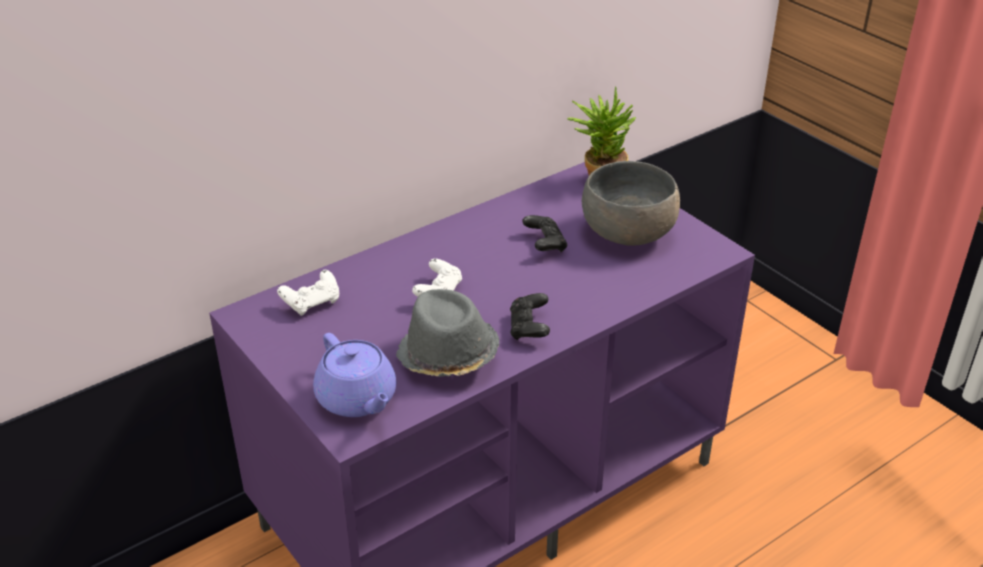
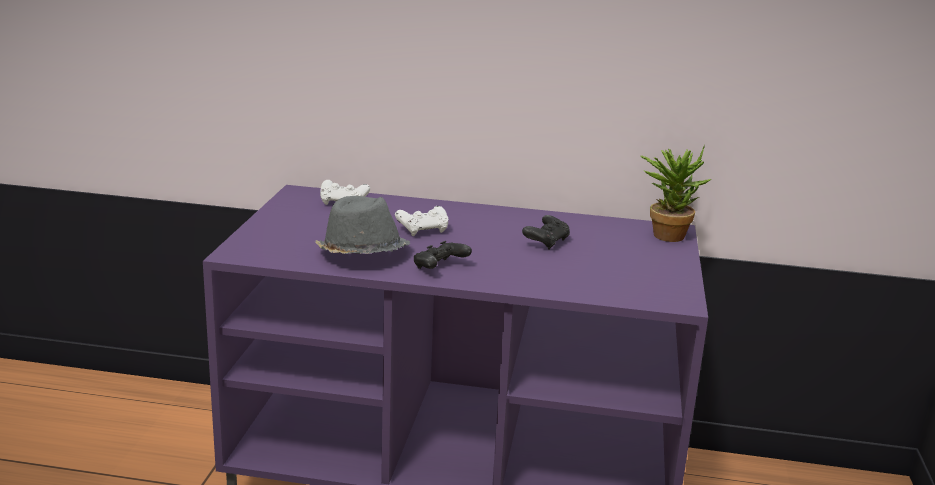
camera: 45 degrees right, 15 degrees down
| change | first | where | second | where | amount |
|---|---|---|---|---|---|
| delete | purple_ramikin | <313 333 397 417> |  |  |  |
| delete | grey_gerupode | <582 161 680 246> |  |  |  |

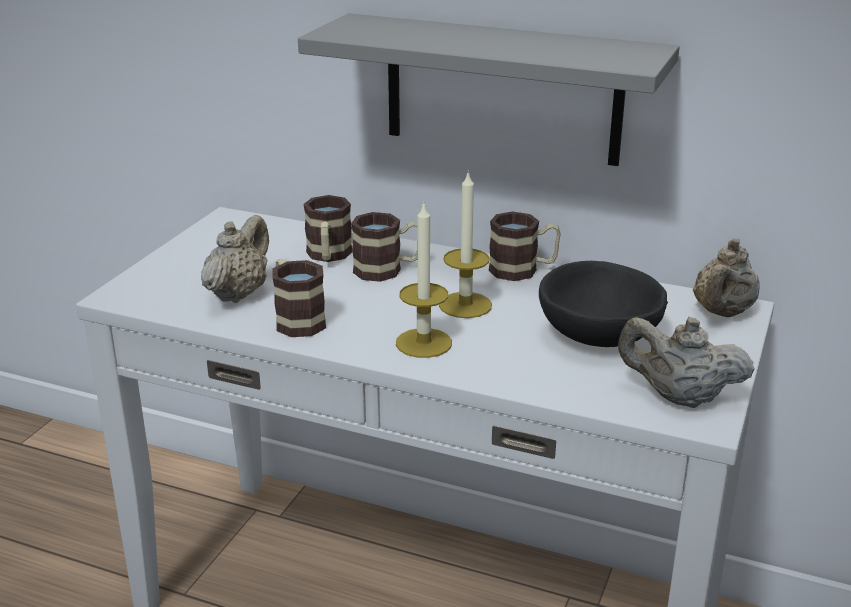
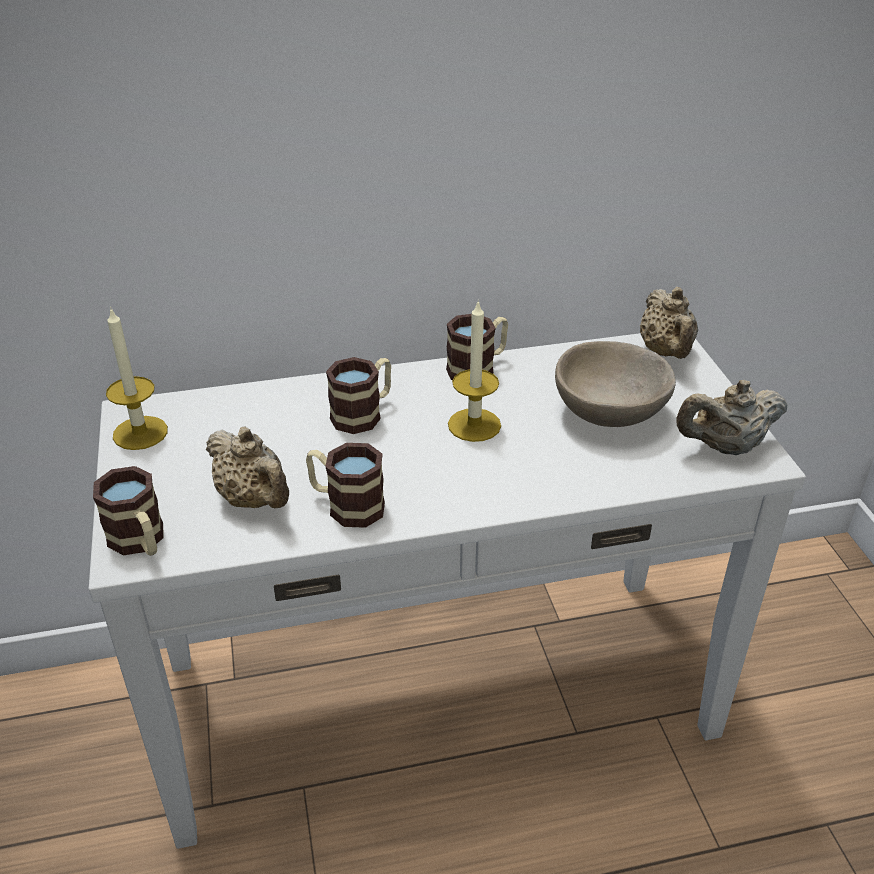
camera: 35 degrees left, 10 degrees up
| change | first | where | second | where | amount |
|---|---|---|---|---|---|
| move | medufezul | <303 195 353 262> |  | <93 466 164 556> |  |
| move | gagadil | <396 201 452 358> |  | <106 307 168 450> |  |
| rotate | beige_ramikin | <201 215 269 303> |  | <206 427 289 508> | 150 degrees clockwise |
| recolor | black_gerupode | <539 261 668 347> | beige_gerupode | <555 341 676 427> |  |
| delete | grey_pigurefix | <298 13 680 166> |  |  |  |

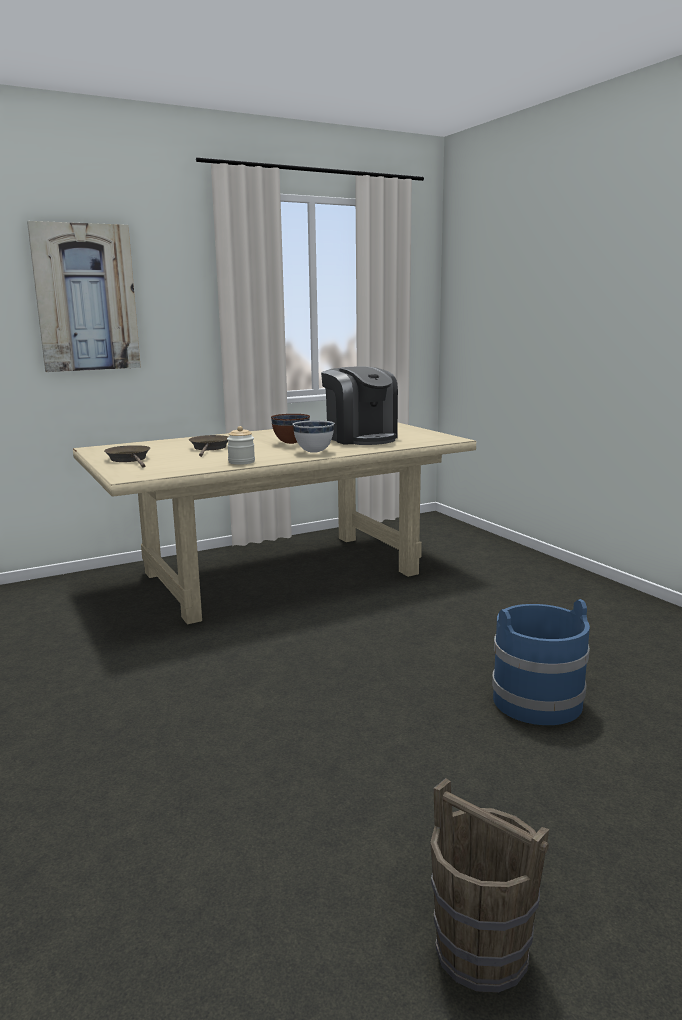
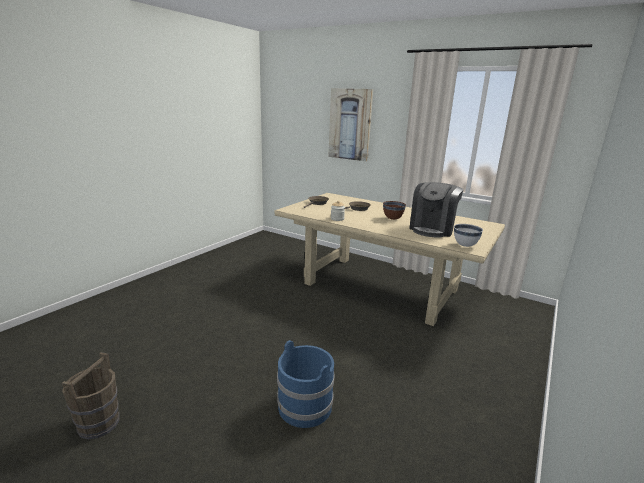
camera: 60 degrees right, 5 degrees up
| change | first | where | second | where | amount |
|---|---|---|---|---|---|
| move | white_gerupode | <293 420 334 453> |  | <454 224 483 247> |  |

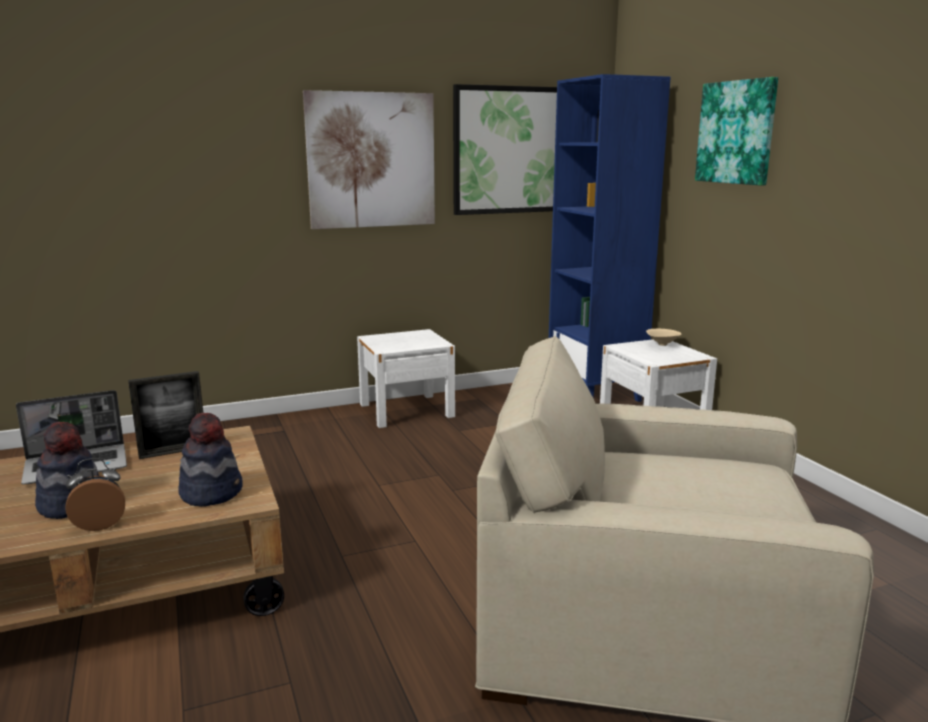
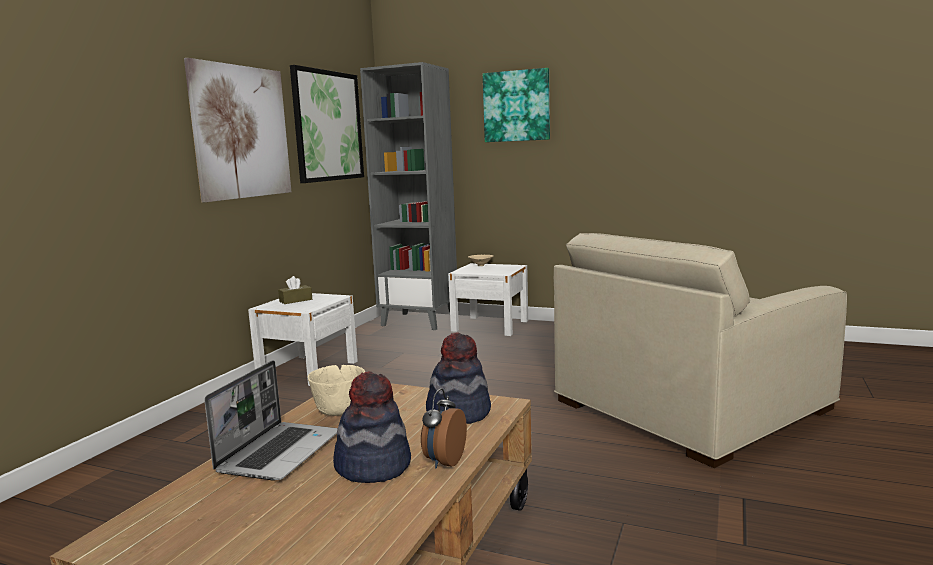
camera: 45 degrees left, 5 degrees down
| change | first | where | second | where | amount |
|---|---|---|---|---|---|
| insert |  |  | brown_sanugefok | <278 276 312 304> |  |
| replace | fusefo | <128 371 203 459> | beige_gerupode | <307 365 365 416> |  |
| recolor | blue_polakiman | <549 74 671 402> | grey_polakiman | <360 62 457 330> |  |

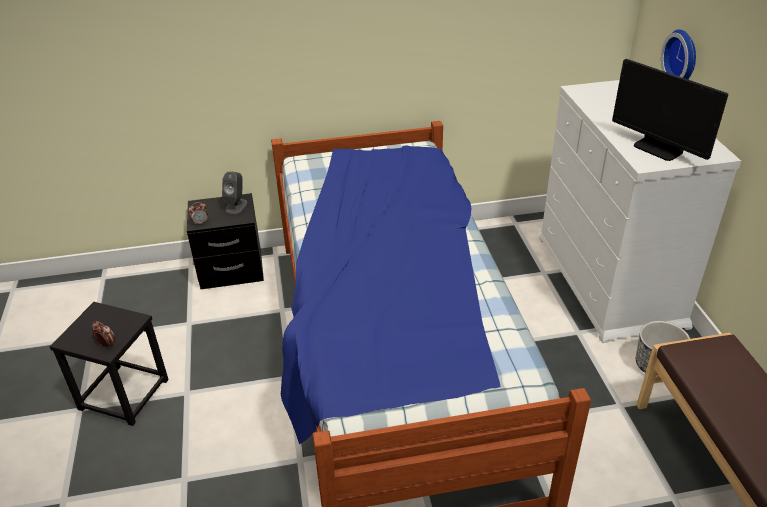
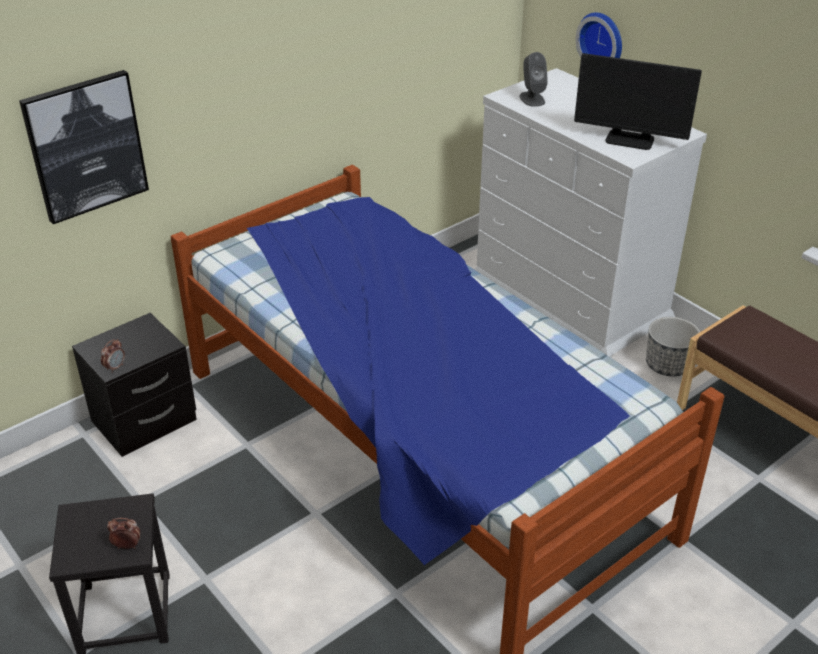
camera: 30 degrees left, 0 degrees up
| change | first | where | second | where | amount |
|---|---|---|---|---|---|
| insert |  |  | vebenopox | <19 70 149 224> |  |
| move | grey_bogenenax | <222 171 248 214> |  | <519 52 548 107> |  |

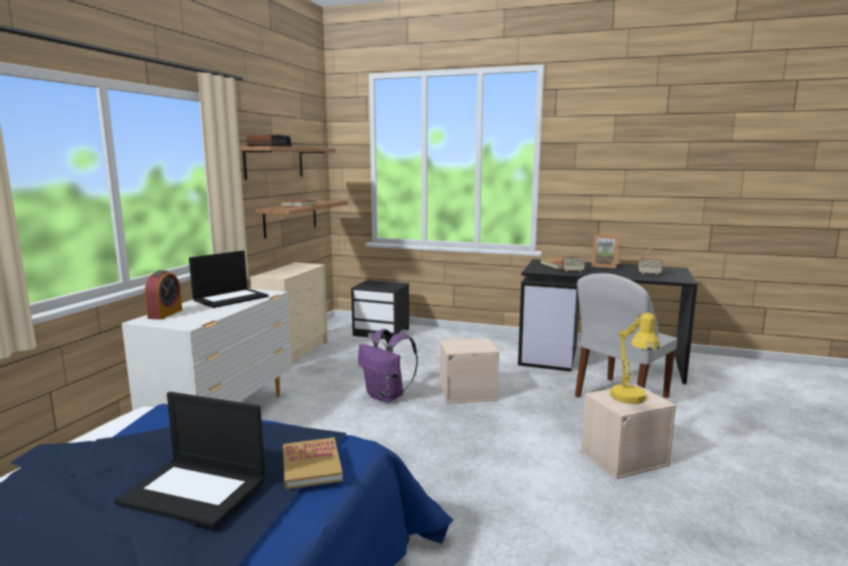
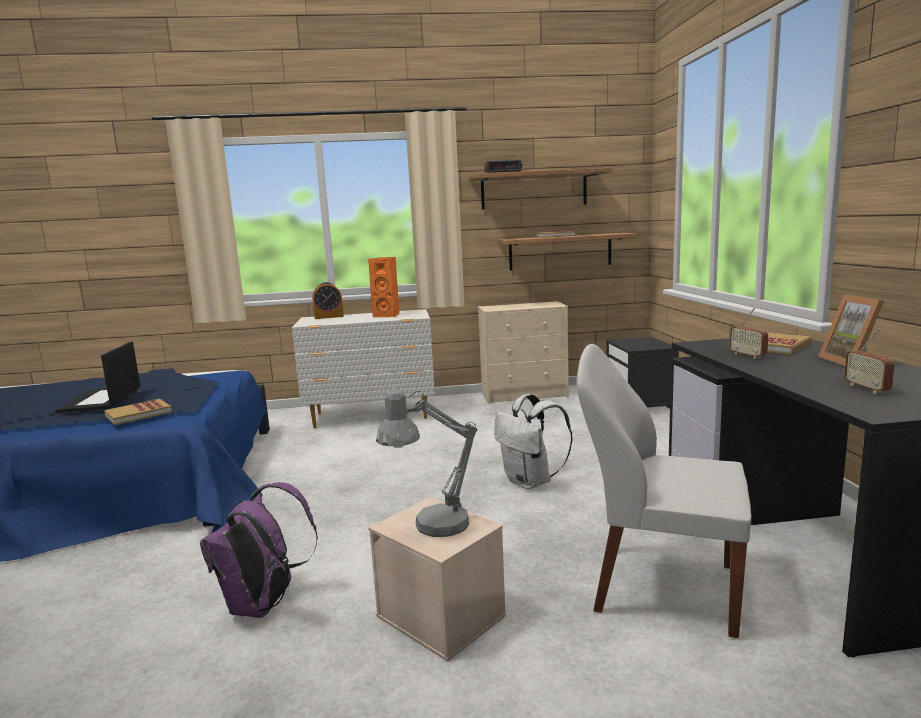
camera: 65 degrees right, 0 degrees up
| change | first | where | second | where | amount |
|---|---|---|---|---|---|
| move | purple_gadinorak | <358 329 418 402> |  | <200 482 318 618> |  |
| replace | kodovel | <189 250 269 308> | orange_bogenenax | <368 257 400 317> |  |
| recolor | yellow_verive | <610 313 661 404> | grey_verive | <376 388 478 537> |  |
| replace | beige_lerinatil | <440 338 499 404> | white_gadinorak | <494 394 572 490> |  |

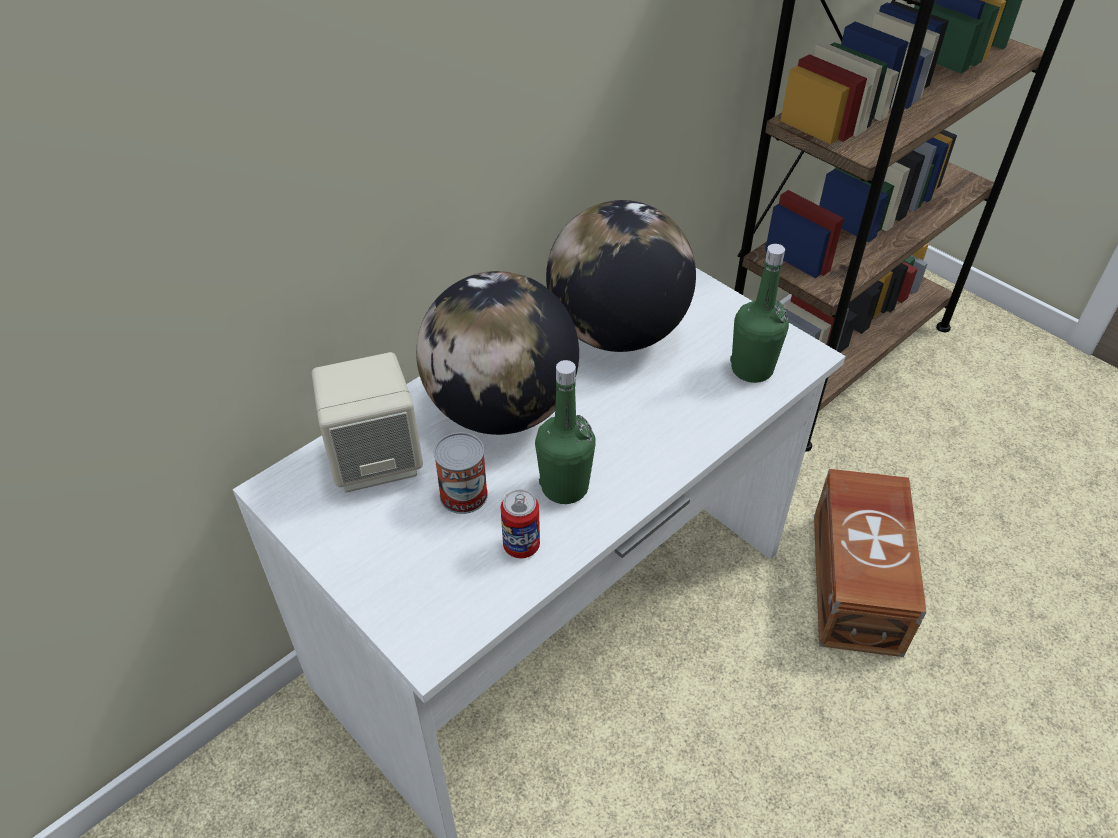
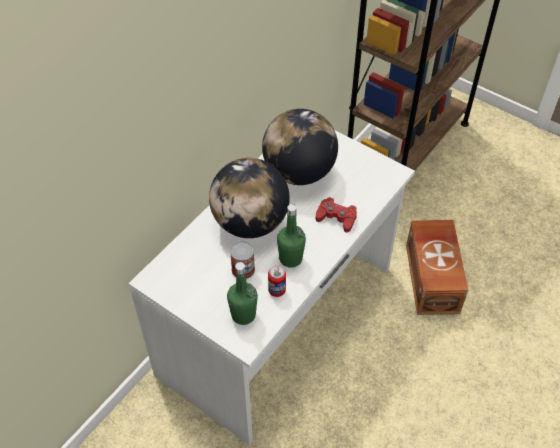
camera: 10 degrees left, 5 degrees up
| change | first | where | second | where | amount |
|---|---|---|---|---|---|
| move | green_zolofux | <730 244 789 383> |  | <227 262 258 325> |  |
| insert |  |  | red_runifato | <316 197 357 233> |  |
| delete | beige_bogenenax | <312 352 423 492> |  |  |  |

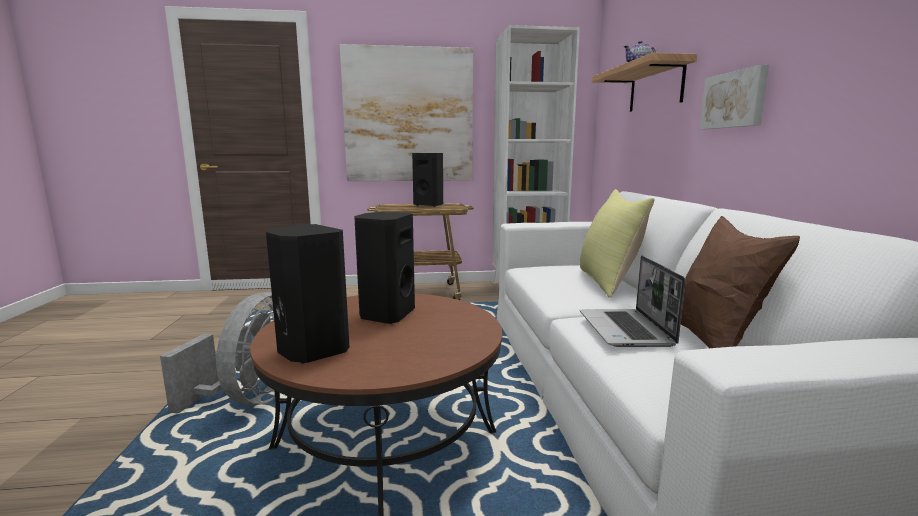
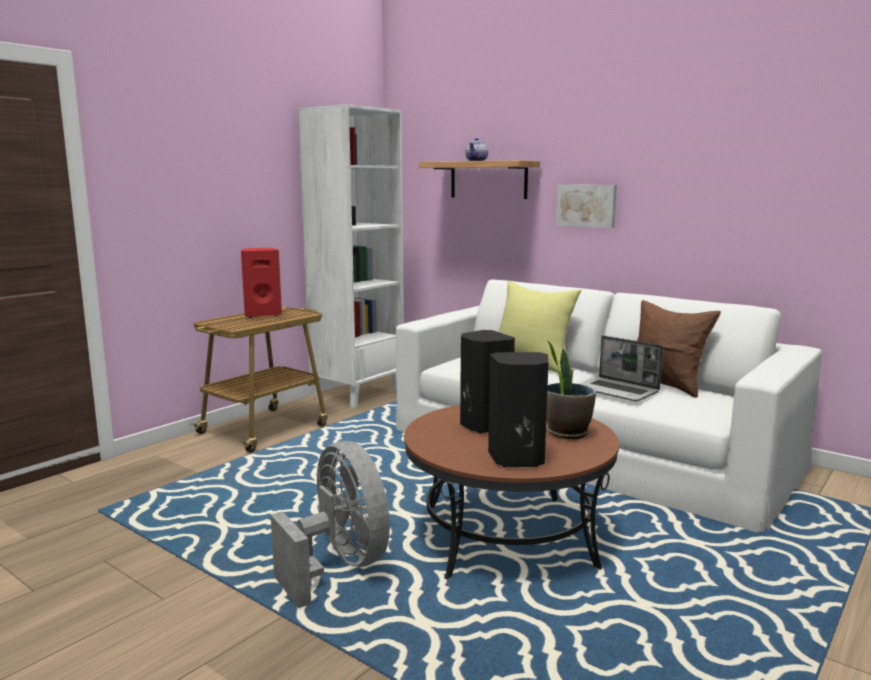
camera: 45 degrees left, 0 degrees up
| change | first | where | second | where | amount |
|---|---|---|---|---|---|
| recolor | black_bogenenax | <412 153 443 207> | red_bogenenax | <241 248 282 317> |  |
| insert |  |  | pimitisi | <546 341 596 439> |  |
| delete | vebenopox | <340 44 473 181> |  |  |  |

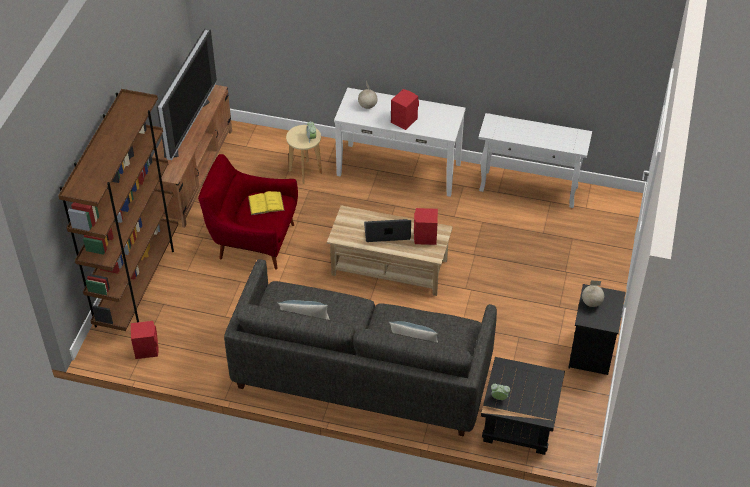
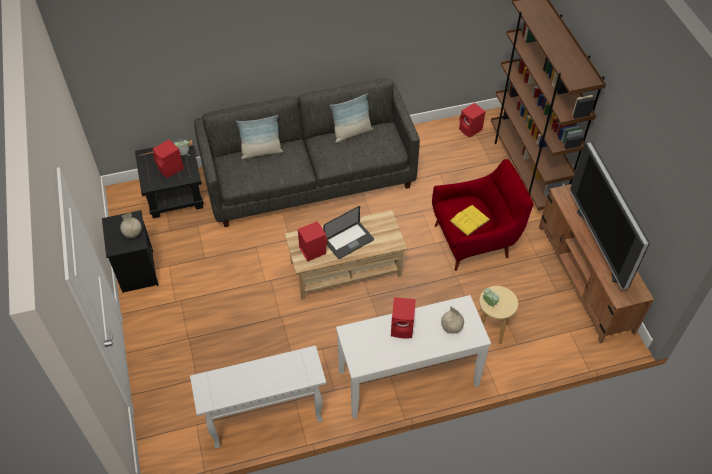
camera: 150 degrees right, 5 degrees up
| change | first | where | second | where | amount |
|---|---|---|---|---|---|
| insert |  |  | red_bogenenax | <153 139 184 178> |  |

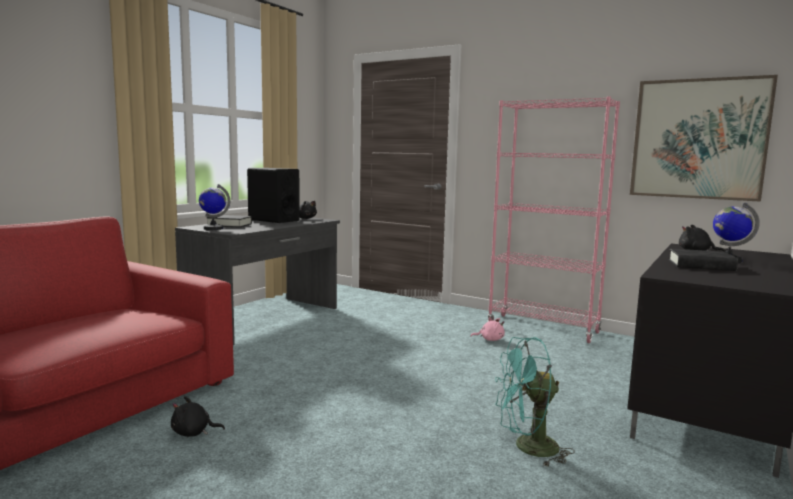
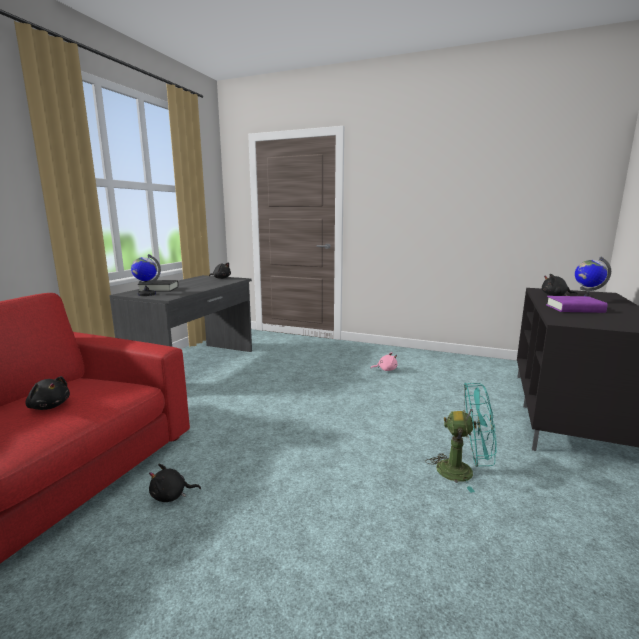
camera: 10 degrees left, 5 degrees up
| change | first | where | second | where | amount |
|---|---|---|---|---|---|
| insert |  |  | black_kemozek | <25 376 70 410> |  |
| rotate | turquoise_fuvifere | <495 337 575 467> |  | <426 383 497 493> | 150 degrees counterclockwise |
| recolor | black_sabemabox | <669 248 738 271> | purple_sabemabox | <546 296 608 313> |  |
| delete | black_bogenenax | <247 168 300 223> |  |  |  |
| delete | pink_polakiman | <487 96 620 343> |  |  |  |
| delete | vebenopox | <630 75 778 202> |  |  |  |

